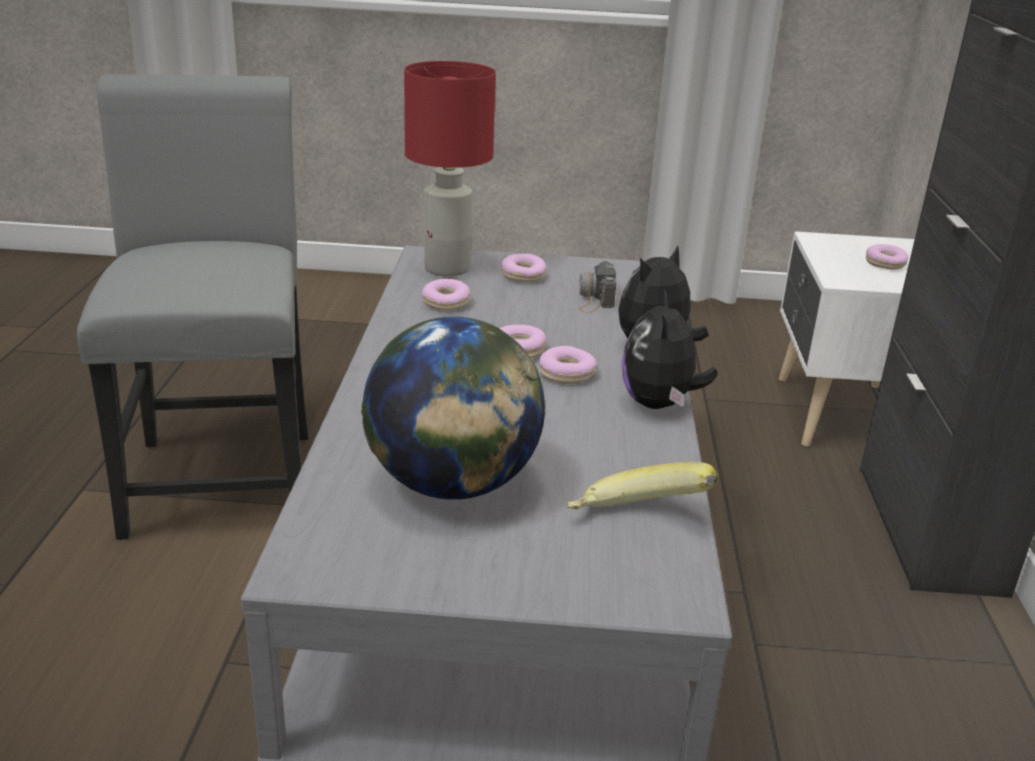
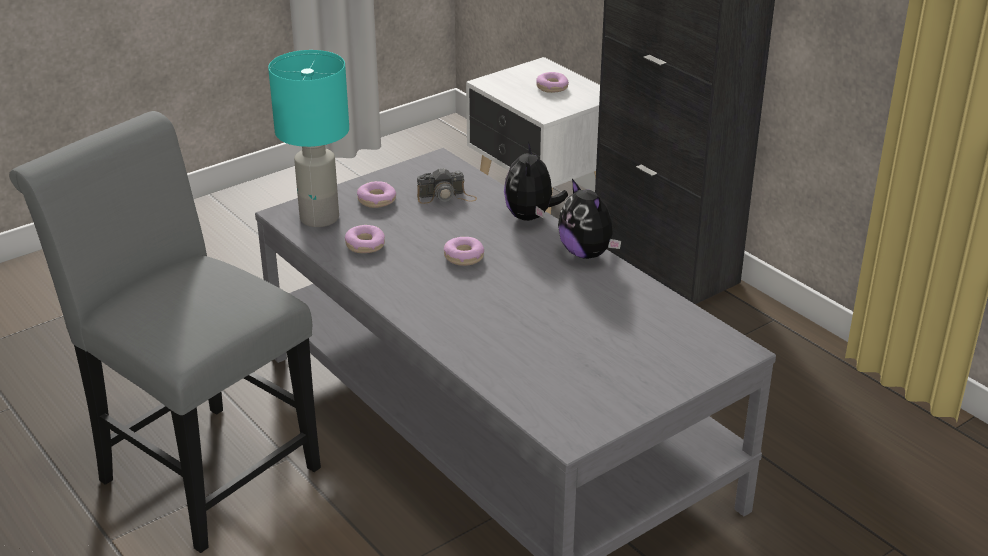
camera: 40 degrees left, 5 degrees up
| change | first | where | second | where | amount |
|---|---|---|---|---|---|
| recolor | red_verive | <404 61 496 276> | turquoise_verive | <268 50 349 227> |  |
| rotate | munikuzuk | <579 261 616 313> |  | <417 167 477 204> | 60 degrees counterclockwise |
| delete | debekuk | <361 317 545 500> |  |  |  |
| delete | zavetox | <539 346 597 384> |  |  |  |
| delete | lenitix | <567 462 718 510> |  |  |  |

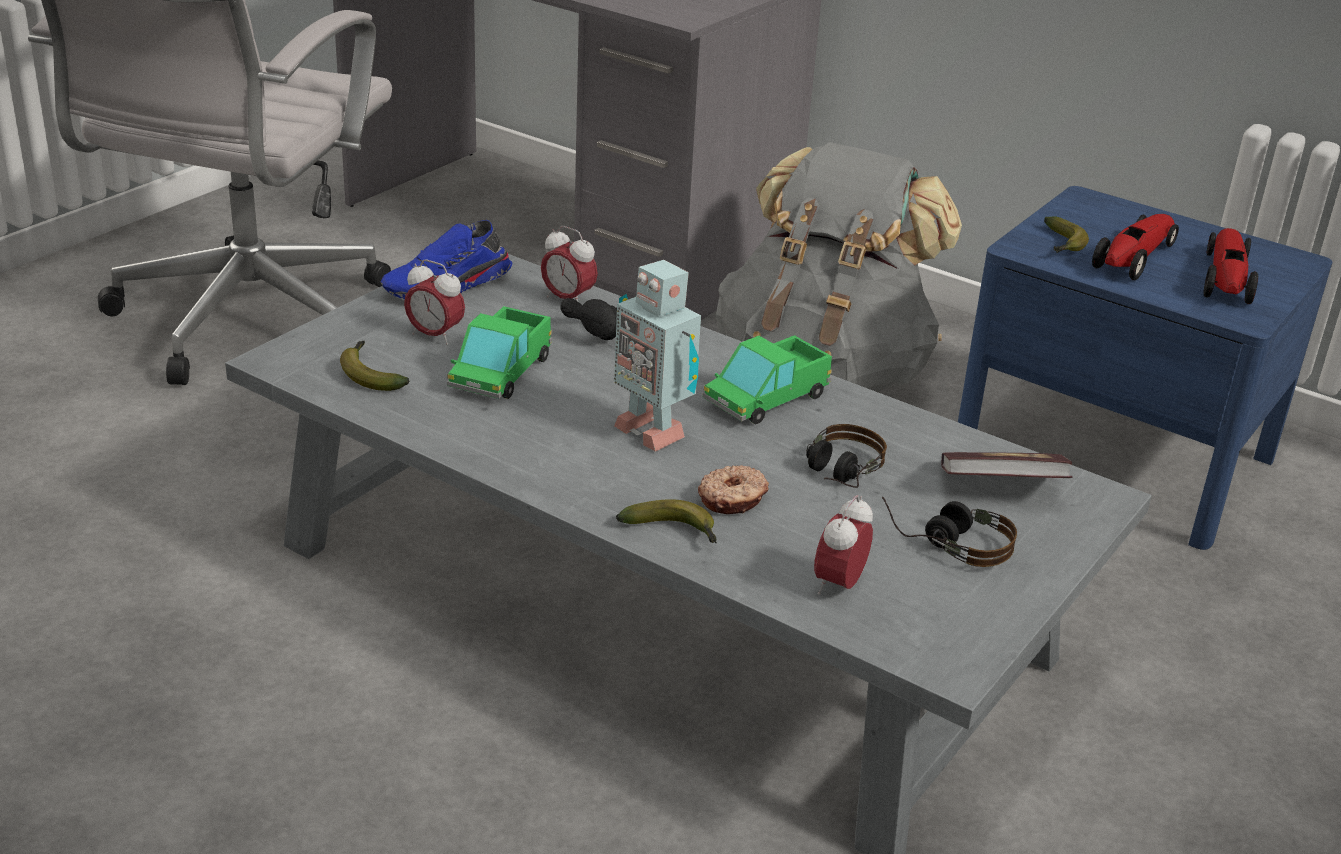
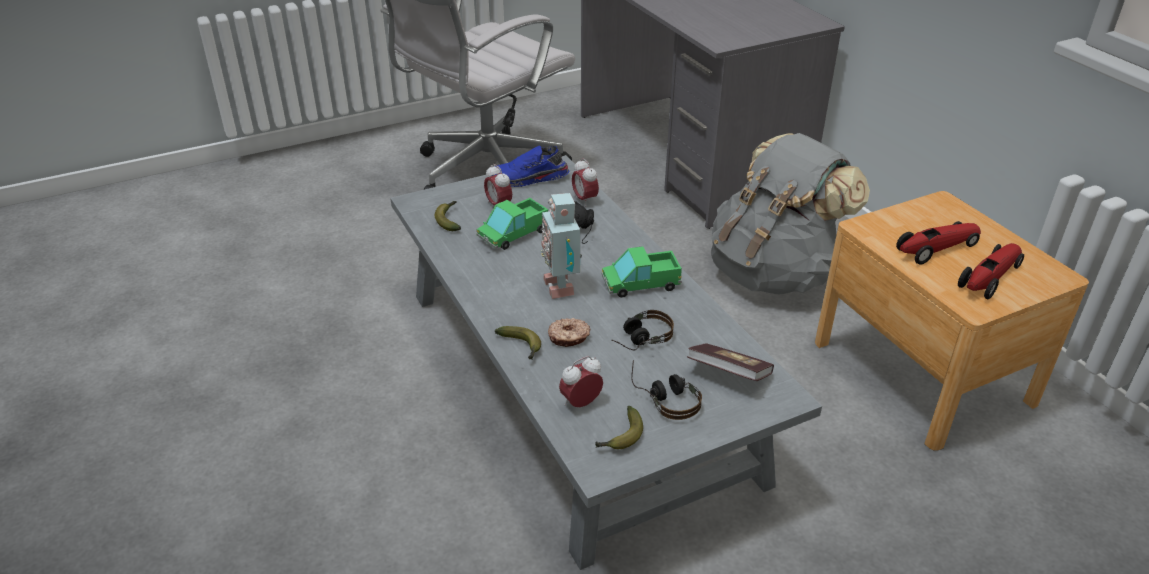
camera: 30 degrees right, 5 degrees up
| change | first | where | second | where | amount |
|---|---|---|---|---|---|
| move | lenitix | <1044 216 1089 253> |  | <595 406 643 449> |  |
| recolor | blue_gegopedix | <958 186 1332 550> | brown_gegopedix | <815 191 1089 451> |  |

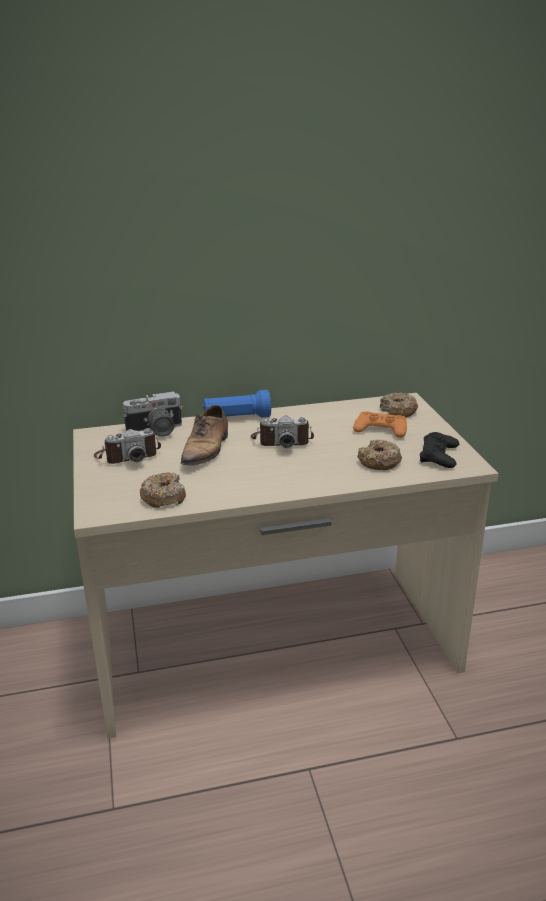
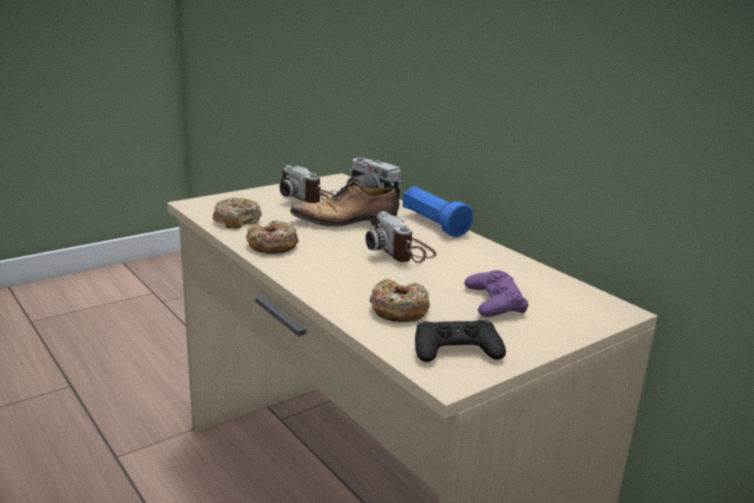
camera: 65 degrees right, 5 degrees down
| change | first | where | second | where | amount |
|---|---|---|---|---|---|
| move | zavetox | <380 392 418 417> |  | <246 220 299 254> |  |
| recolor | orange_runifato | <353 411 407 438> | purple_runifato | <464 270 528 317> |  |

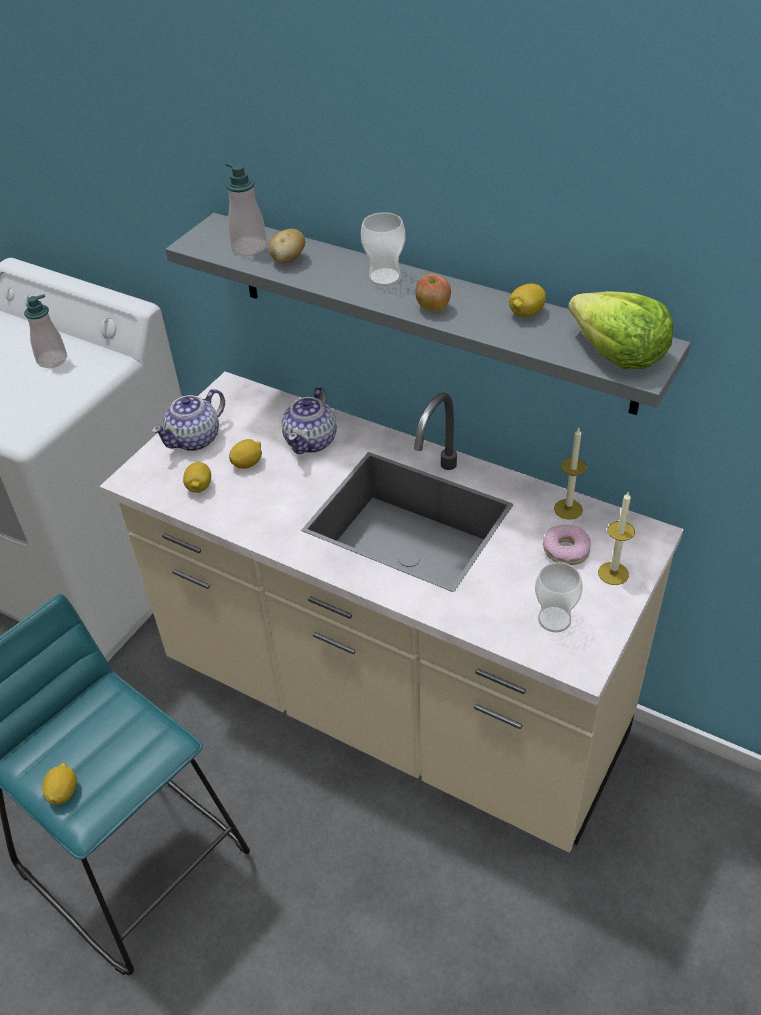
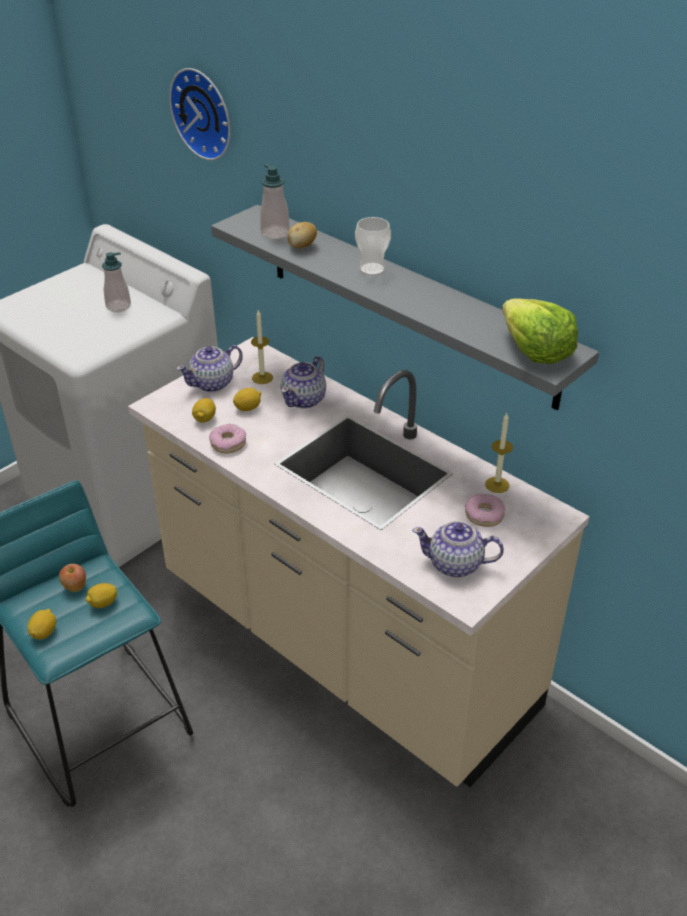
camera: 10 degrees right, 5 degrees down
| change | first | where | second | where | amount |
|---|---|---|---|---|---|
| move | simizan | <415 274 451 312> |  | <59 564 86 592> |  |
| move | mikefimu | <509 283 546 317> |  | <86 583 117 608> |  |
| insert |  |  | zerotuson | <169 68 230 160> |  |
| insert |  |  | zavetox | <209 424 246 453> |  |
| move | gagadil | <598 491 635 585> |  | <251 310 273 384> |  |
| replace | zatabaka | <535 562 583 632> | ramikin | <412 521 504 577> |  |

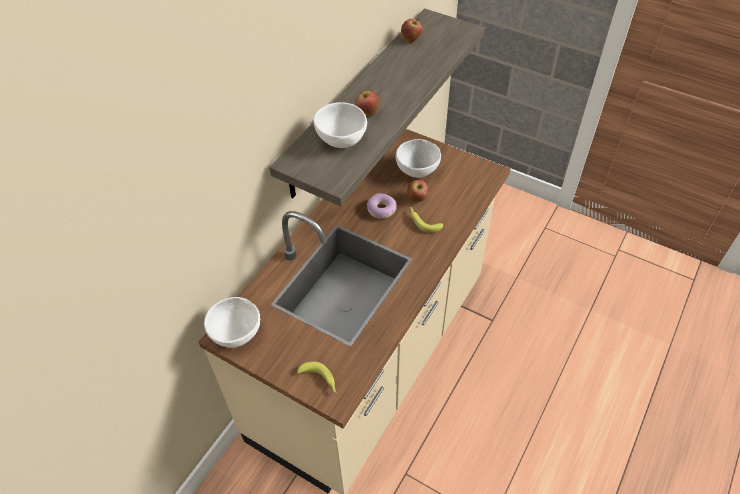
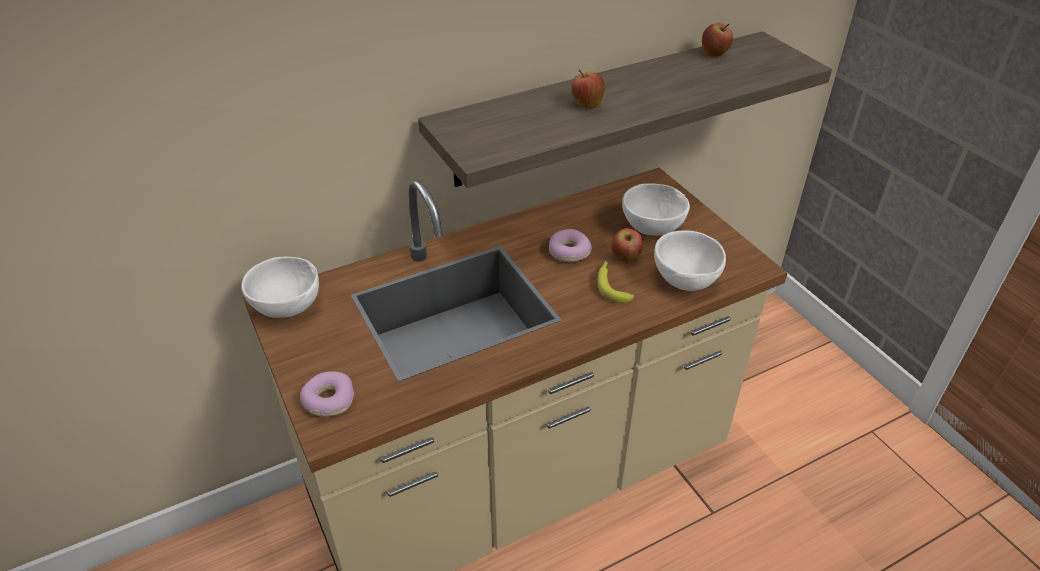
camera: 30 degrees right, 10 degrees down
| change | first | where | second | where | amount |
|---|---|---|---|---|---|
| replace | lenitix | <297 361 336 393> | zavetox | <300 371 354 417> |  |
| move | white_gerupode | <314 102 367 148> |  | <654 230 726 291> |  |

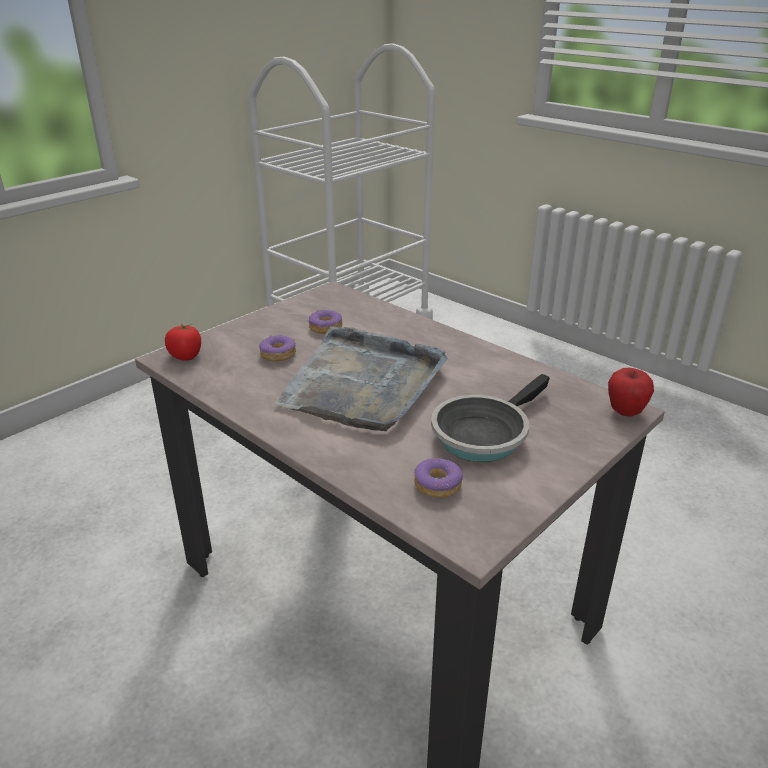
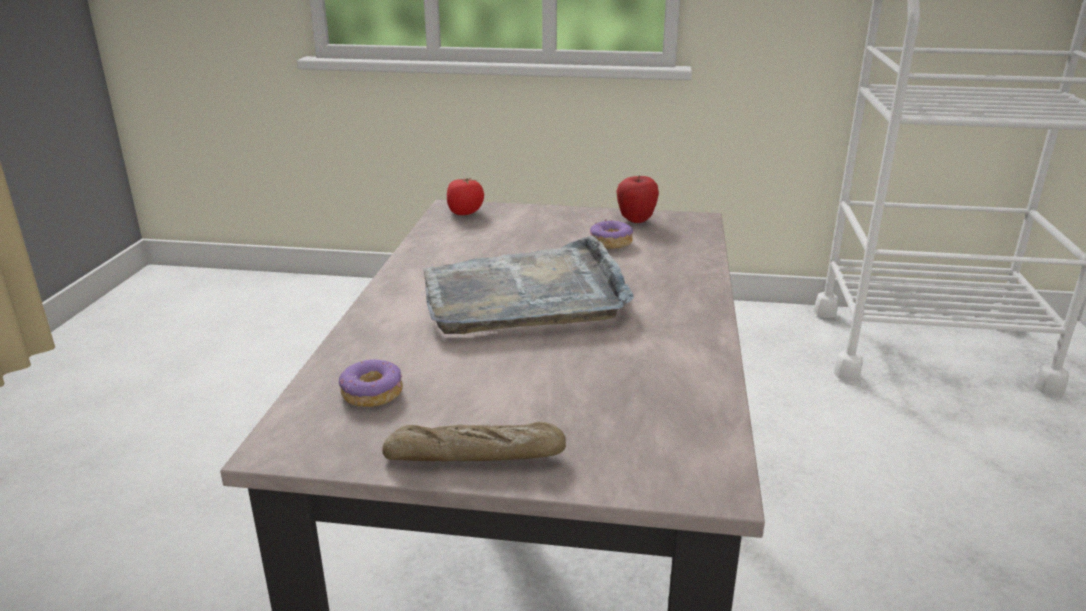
camera: 55 degrees right, 5 degrees down
| change | first | where | second | where | amount |
|---|---|---|---|---|---|
| insert |  |  | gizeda | <382 422 566 461> |  |
| move | simizan | <608 368 654 416> |  | <616 175 659 223> |  |
| delete | zavetox | <259 335 296 362> |  |  |  |
| delete | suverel | <431 374 550 462> |  |  |  |

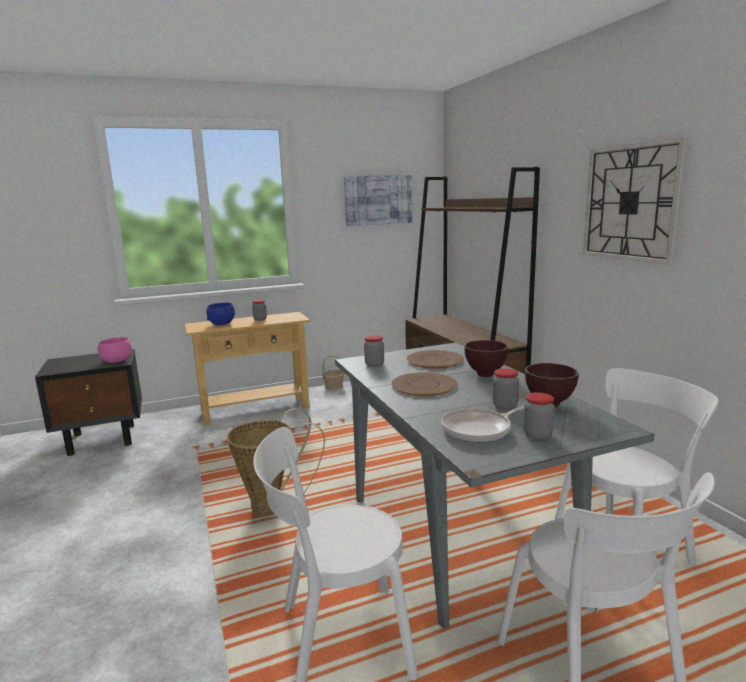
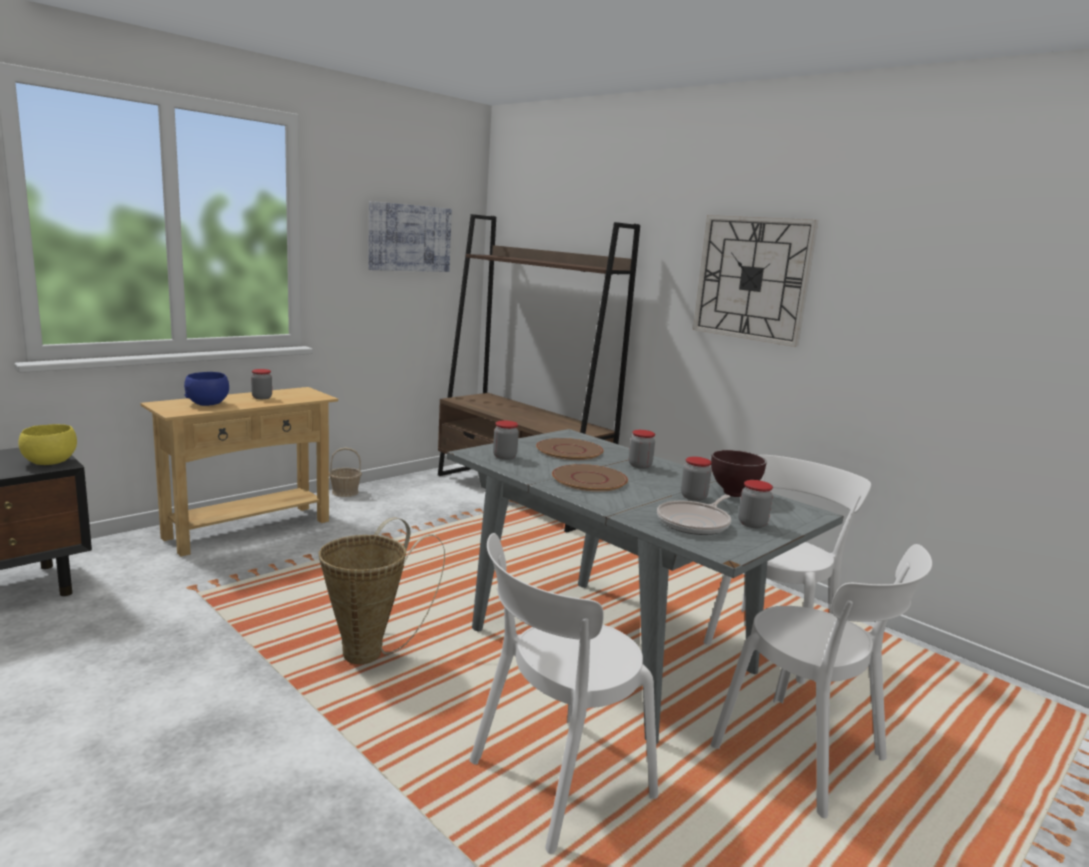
camera: 25 degrees left, 0 degrees up
| change | first | where | second | where | amount |
|---|---|---|---|---|---|
| recolor | pink_gerupode | <98 337 132 363> | yellow_gerupode | <18 424 77 465> |  |
| replace | brown_gerupode | <464 340 508 377> | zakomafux | <629 430 655 469> |  |

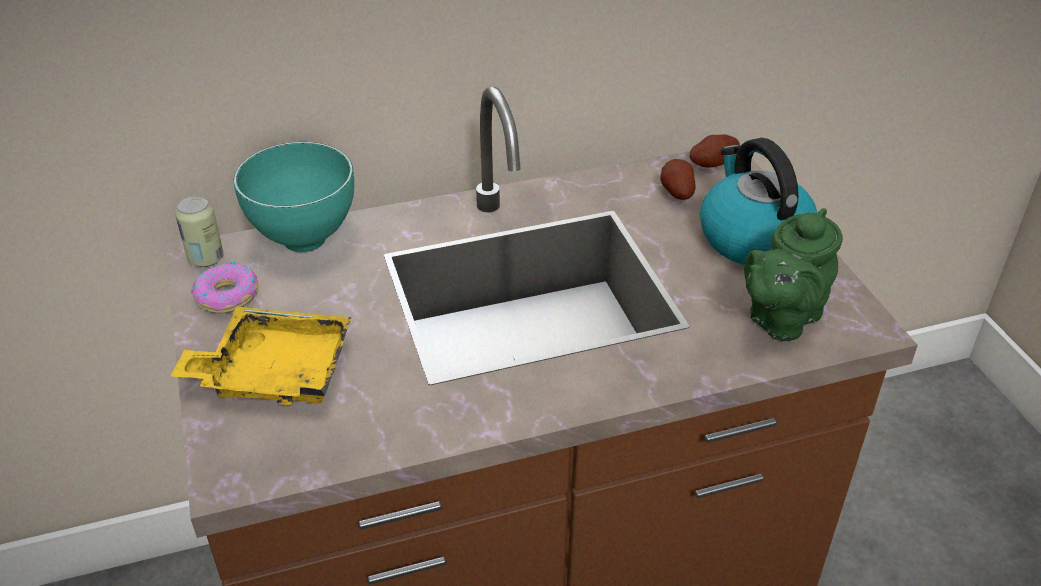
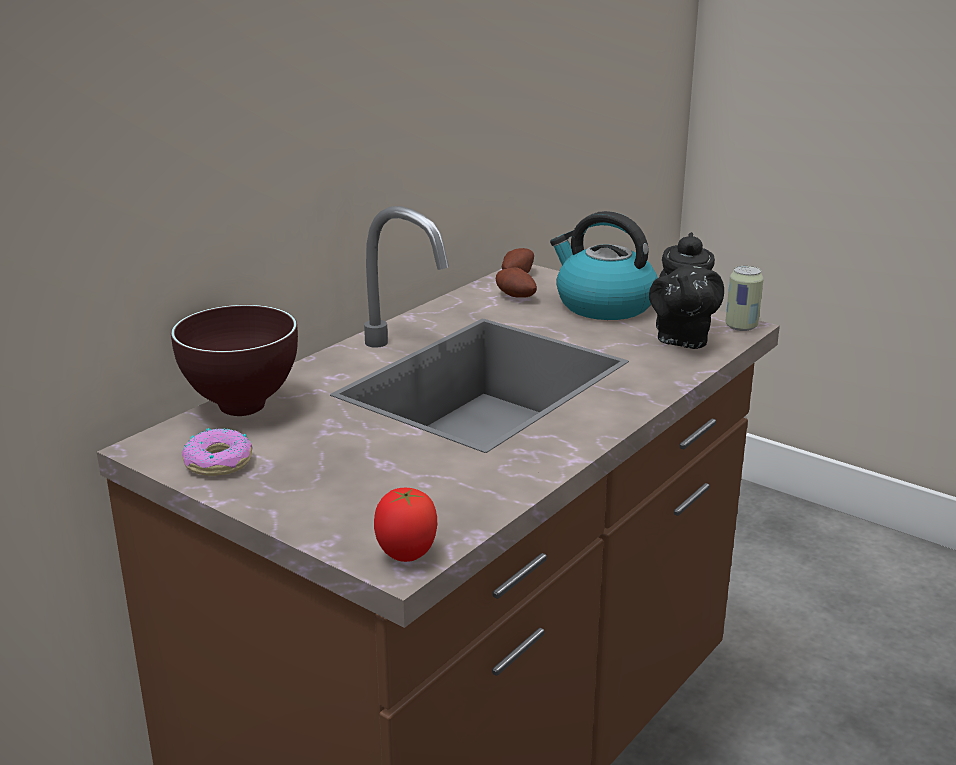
camera: 35 degrees left, 15 degrees down
| change | first | where | second | where | amount |
|---|---|---|---|---|---|
| recolor | turquoise_gerupode | <233 142 354 252> | brown_gerupode | <171 305 298 416> |  |
| insert |  |  | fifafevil | <374 488 437 562> |  |
| recolor | green_ramikin | <744 208 843 341> | black_ramikin | <649 232 724 349> |  |
| move | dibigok | <175 196 224 267> |  | <725 266 764 331> |  |
| delete | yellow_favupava | <171 307 351 405> |  |  |  |

